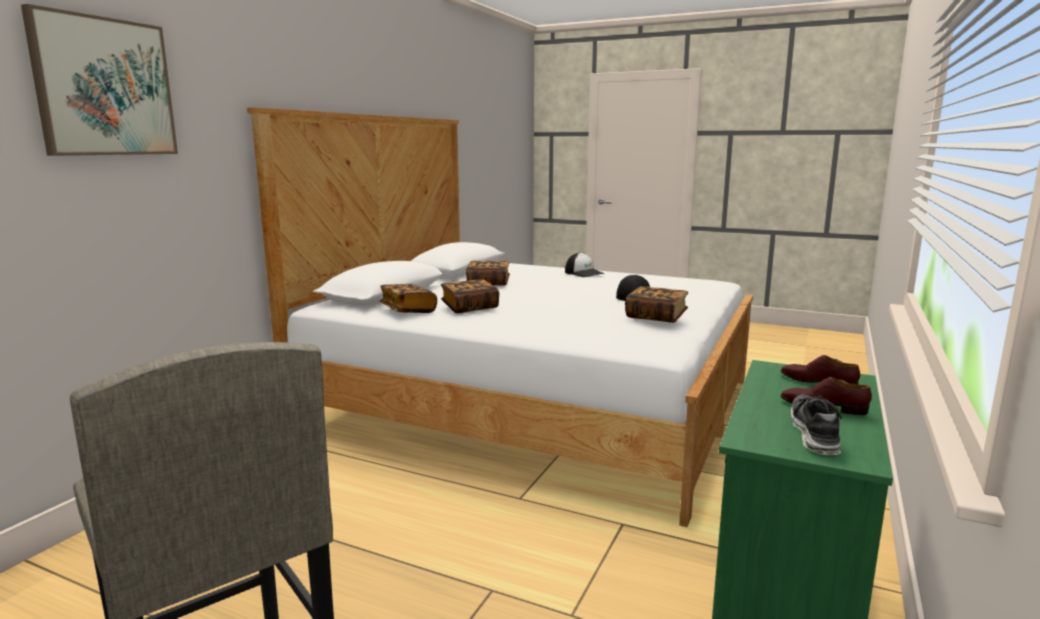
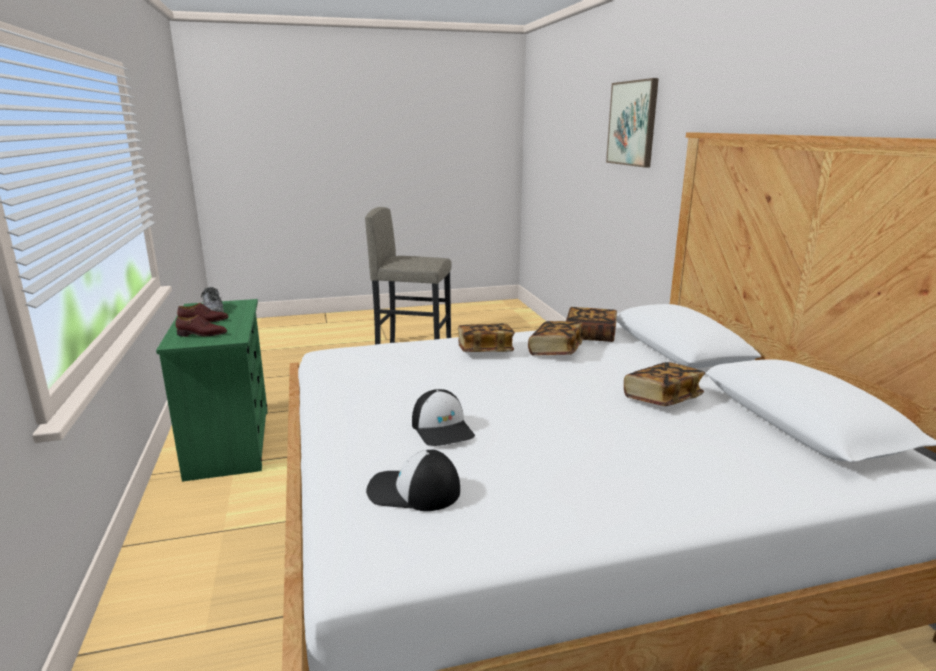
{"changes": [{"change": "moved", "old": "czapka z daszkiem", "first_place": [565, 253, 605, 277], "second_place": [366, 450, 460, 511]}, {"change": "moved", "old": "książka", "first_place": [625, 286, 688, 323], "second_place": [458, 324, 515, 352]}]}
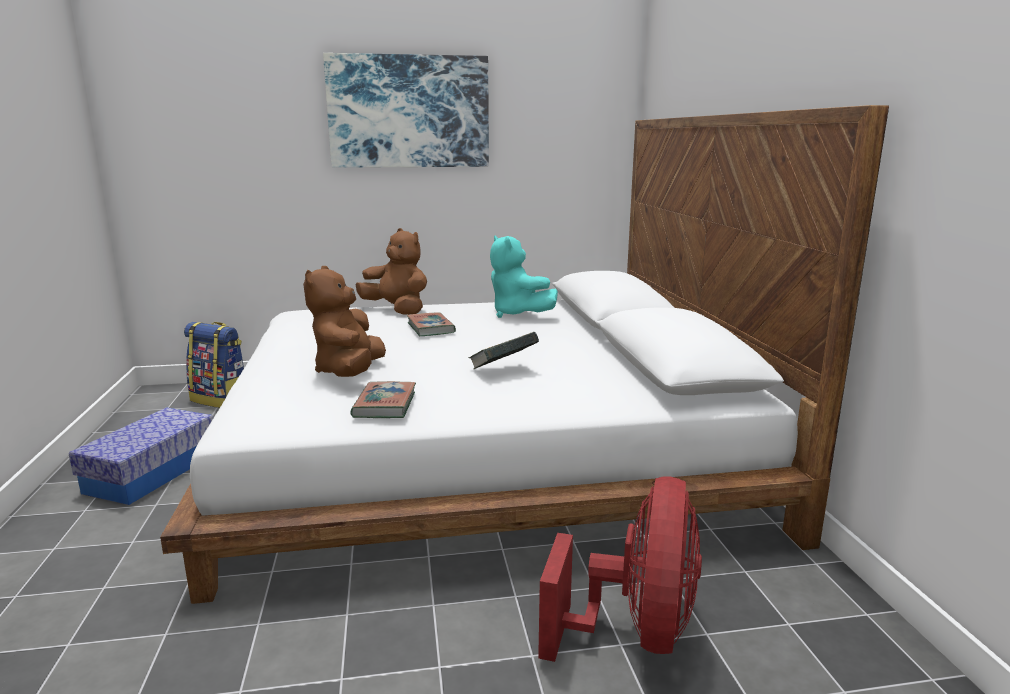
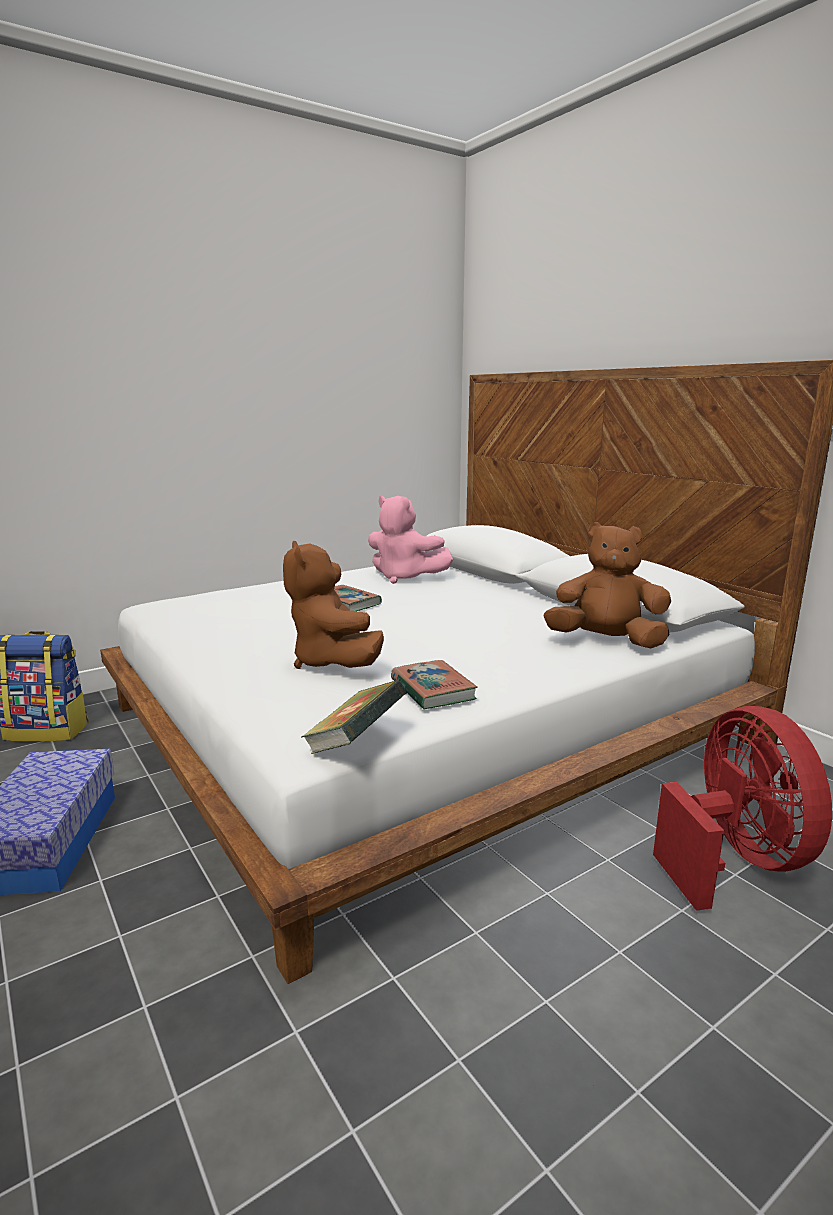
{"changes": [{"change": "moved", "old": "książka", "first_place": [469, 332, 539, 370], "second_place": [301, 680, 407, 754]}, {"change": "recoloured", "old": "pluszak [turkusowy]", "new": "pluszak [różowy]", "first_place": [490, 235, 558, 318], "second_place": [368, 496, 453, 584]}, {"change": "moved", "old": "pluszak [brązowy]", "first_place": [356, 228, 427, 315], "second_place": [544, 522, 671, 648]}, {"change": "removed", "old": "obraz", "first_place": [323, 53, 489, 168]}]}
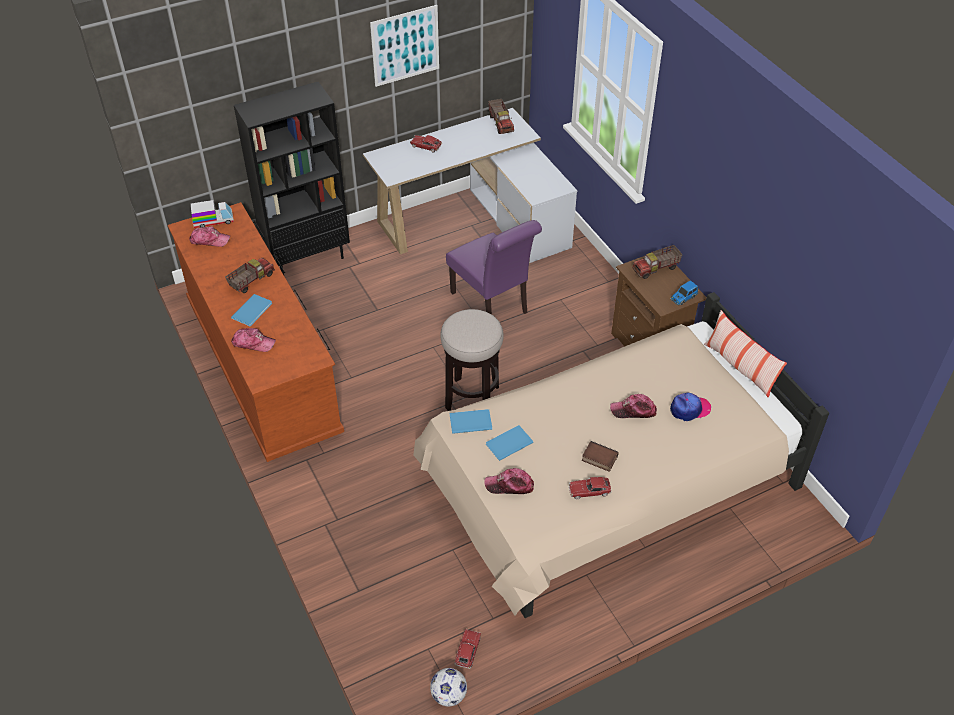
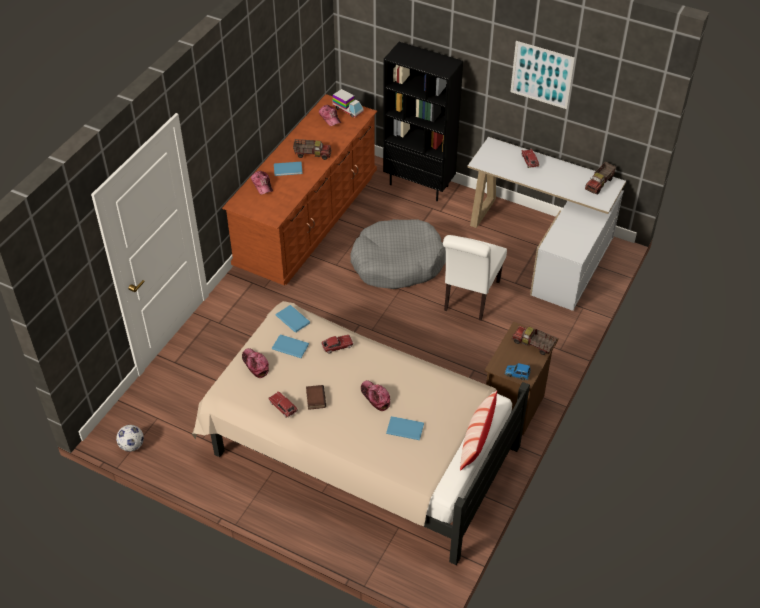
{"changes": [{"change": "moved", "old": "samochodzik", "first_place": [454, 629, 481, 669], "second_place": [321, 335, 354, 354]}, {"change": "added", "new": "legowisko [szary]", "second_place": [350, 219, 446, 289]}, {"change": "replaced", "old": "czapka z daszkiem", "new": "książka [niebieski]", "first_place": [670, 392, 711, 421], "second_place": [386, 416, 424, 440]}, {"change": "recoloured", "old": "krzesło [fioletowy]", "new": "krzesło [biały]", "first_place": [446, 220, 542, 314], "second_place": [443, 235, 507, 321]}, {"change": "removed", "old": "stołek", "first_place": [440, 309, 503, 411]}]}
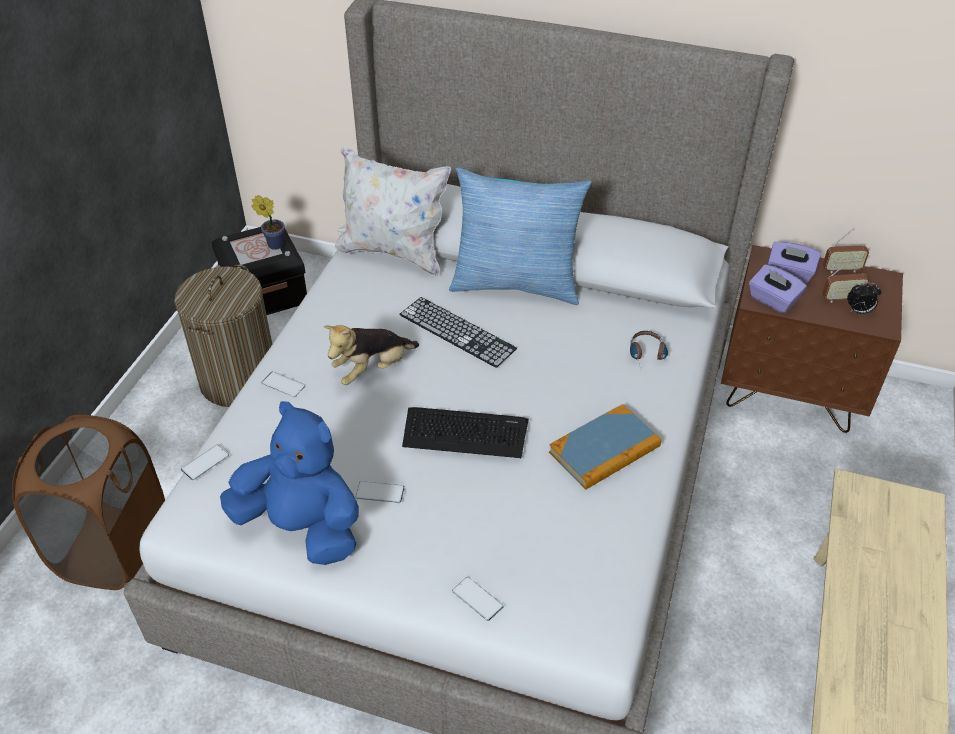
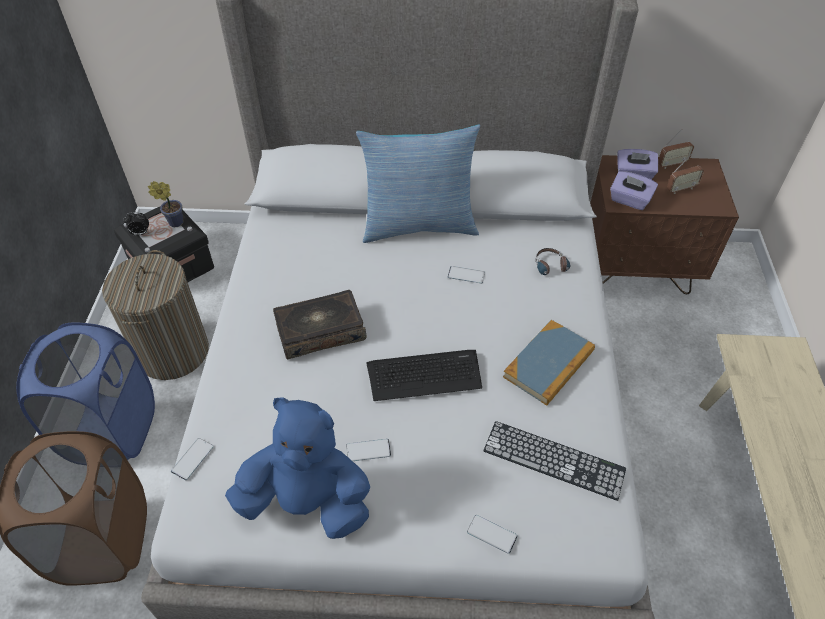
{"changes": [{"change": "added", "new": "kosz na pranie [niebieski]", "second_place": [16, 323, 155, 460]}, {"change": "moved", "old": "budzik", "first_place": [847, 283, 881, 314], "second_place": [123, 212, 149, 236]}, {"change": "replaced", "old": "pluszak", "new": "książka", "first_place": [324, 325, 419, 385], "second_place": [273, 290, 367, 359]}, {"change": "moved", "old": "telefon", "first_place": [261, 371, 306, 397], "second_place": [448, 266, 485, 284]}, {"change": "moved", "old": "klawiatura", "first_place": [399, 297, 517, 368], "second_place": [483, 421, 626, 501]}, {"change": "removed", "old": "poduszka [biały]", "first_place": [335, 145, 451, 277]}]}
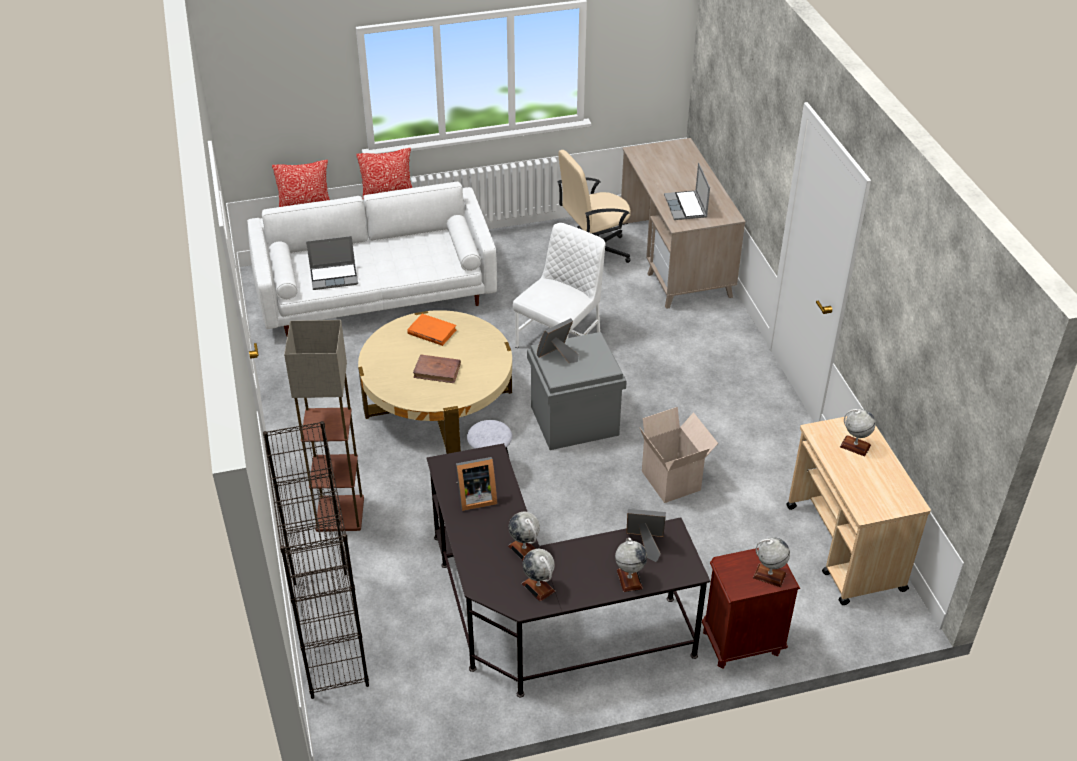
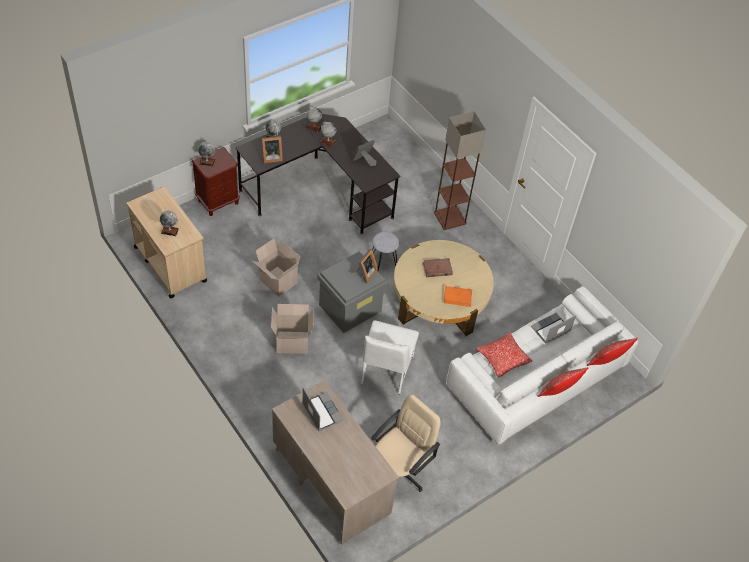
{"changes": [{"change": "added", "new": "karton", "second_place": [271, 304, 314, 354]}, {"change": "added", "new": "poduszka", "second_place": [476, 332, 532, 378]}, {"change": "removed", "old": "regał [czarny]", "first_place": [263, 421, 369, 699]}]}
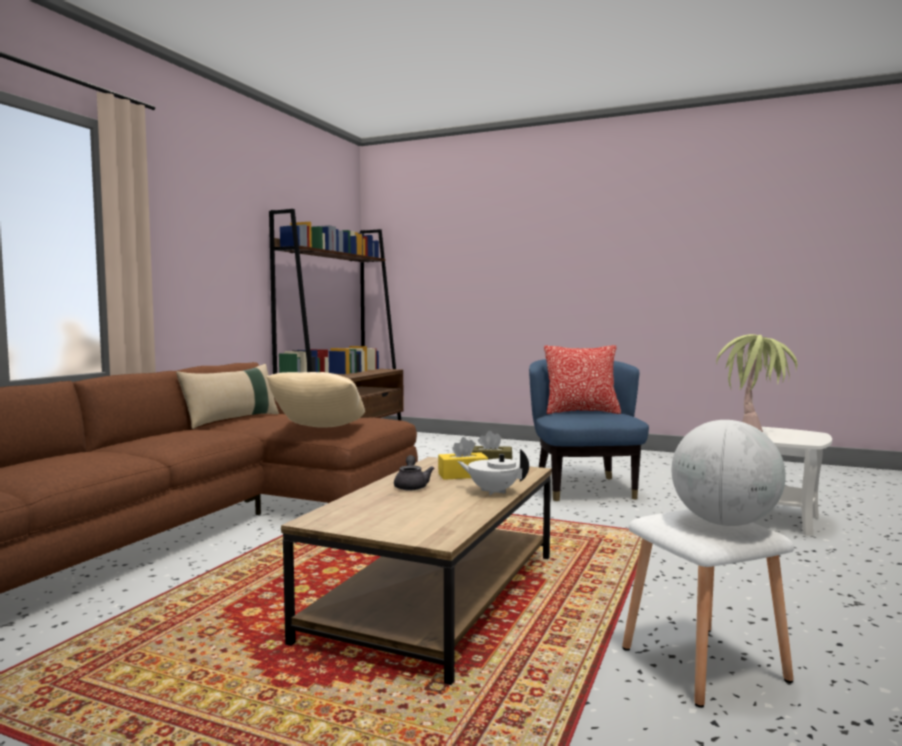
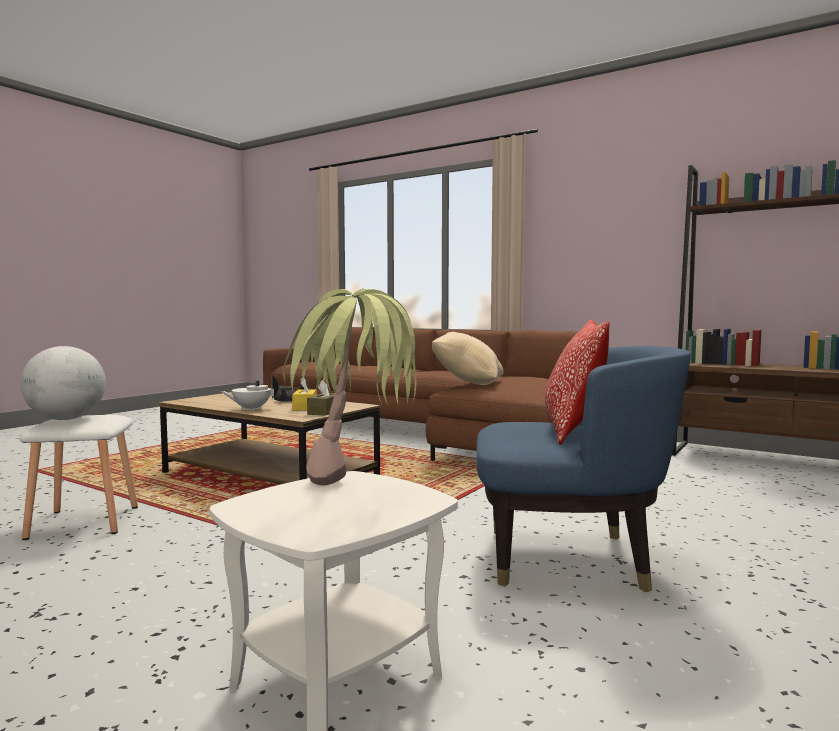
{"changes": [{"change": "turned", "old": "imbryk [biały]", "first_place": [457, 449, 529, 495], "second_place": [220, 375, 278, 411], "degrees": -150}, {"change": "removed", "old": "poduszka [beżowy]", "first_place": [176, 364, 279, 429]}]}
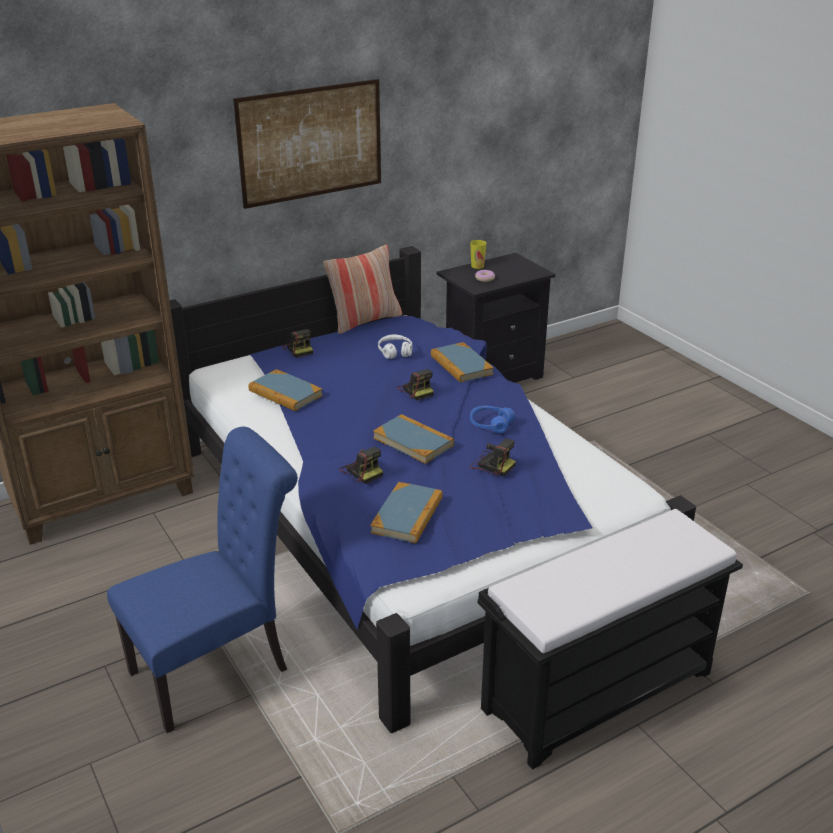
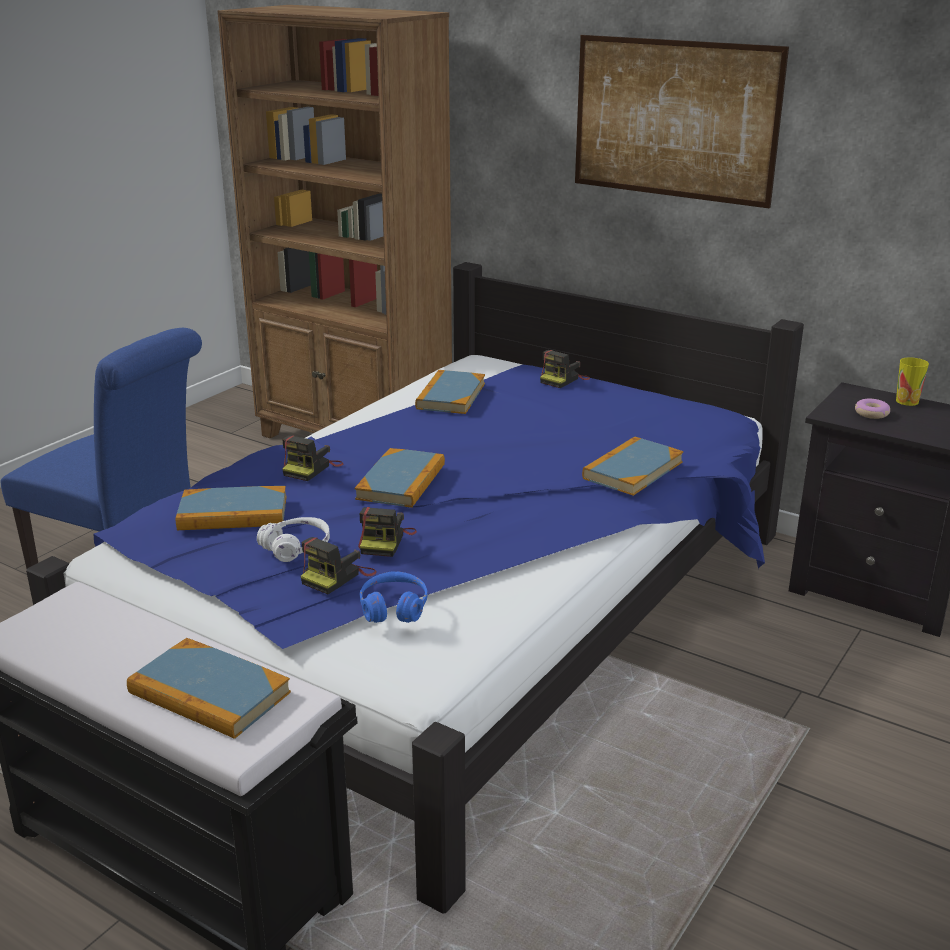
{"changes": [{"change": "added", "new": "książka", "second_place": [127, 638, 291, 739]}, {"change": "moved", "old": "słuchawki [biały]", "first_place": [378, 334, 412, 359], "second_place": [257, 517, 330, 562]}, {"change": "moved", "old": "aparat fotograficzny", "first_place": [397, 369, 434, 400], "second_place": [301, 537, 377, 594]}, {"change": "moved", "old": "słuchawki [niebieski]", "first_place": [470, 406, 515, 433], "second_place": [360, 571, 427, 623]}, {"change": "removed", "old": "poduszka", "first_place": [323, 245, 402, 334]}]}
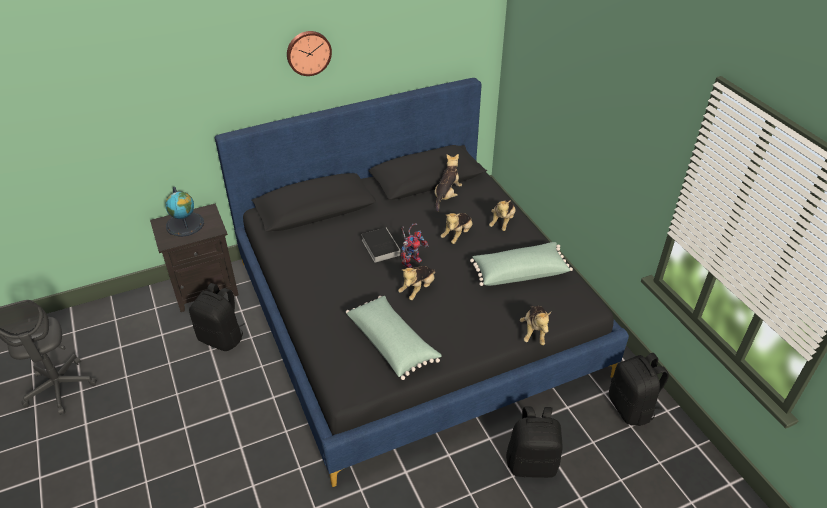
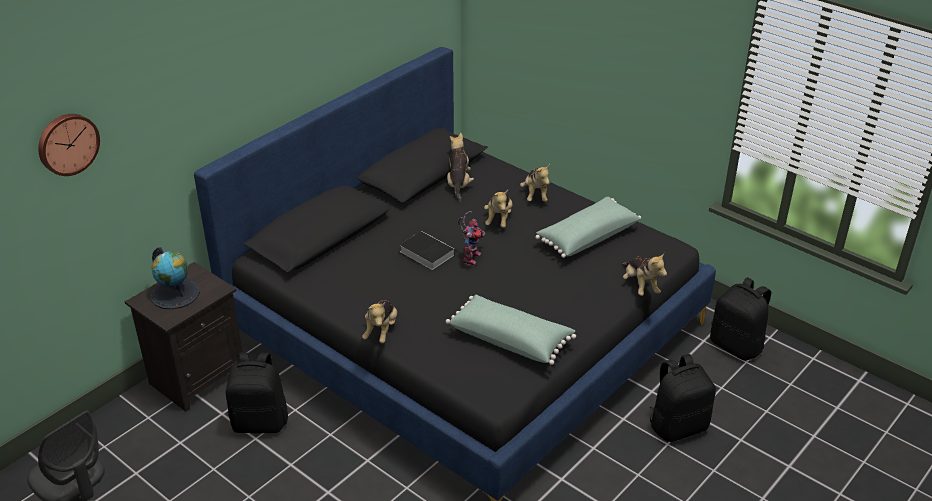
{"changes": [{"change": "moved", "old": "zegar ścienny", "first_place": [287, 31, 332, 76], "second_place": [38, 114, 100, 176]}, {"change": "moved", "old": "pluszak", "first_place": [398, 266, 436, 300], "second_place": [362, 300, 397, 343]}]}
